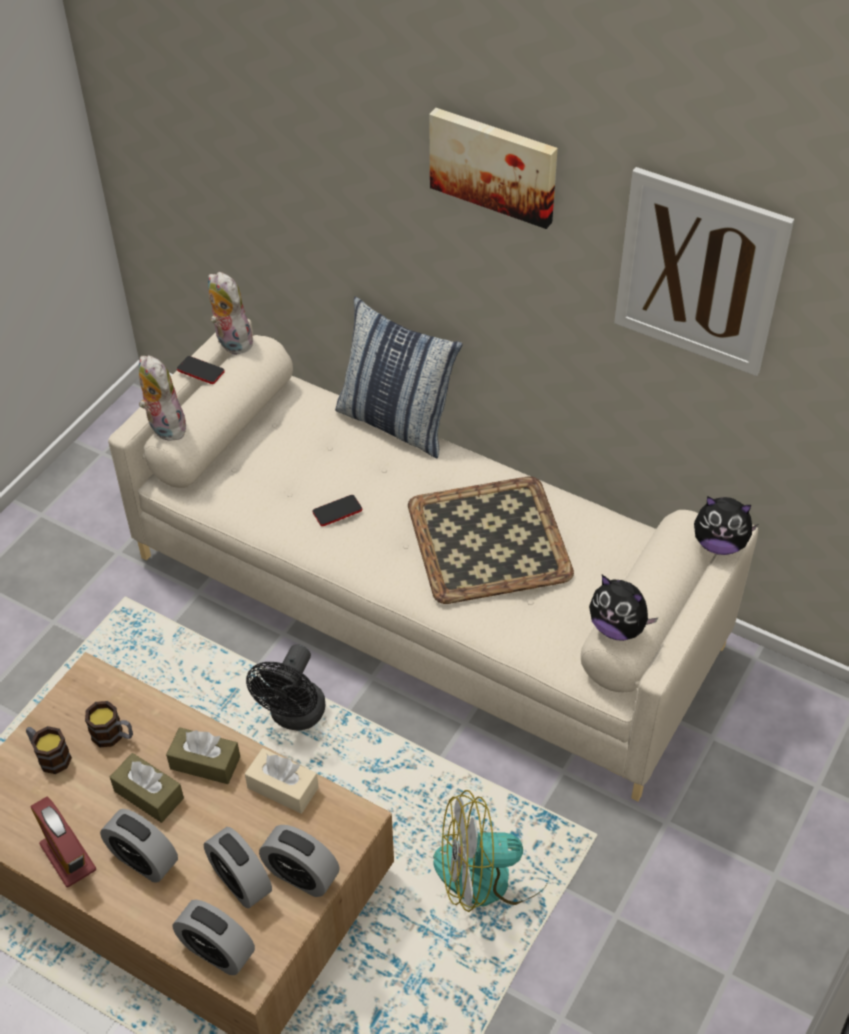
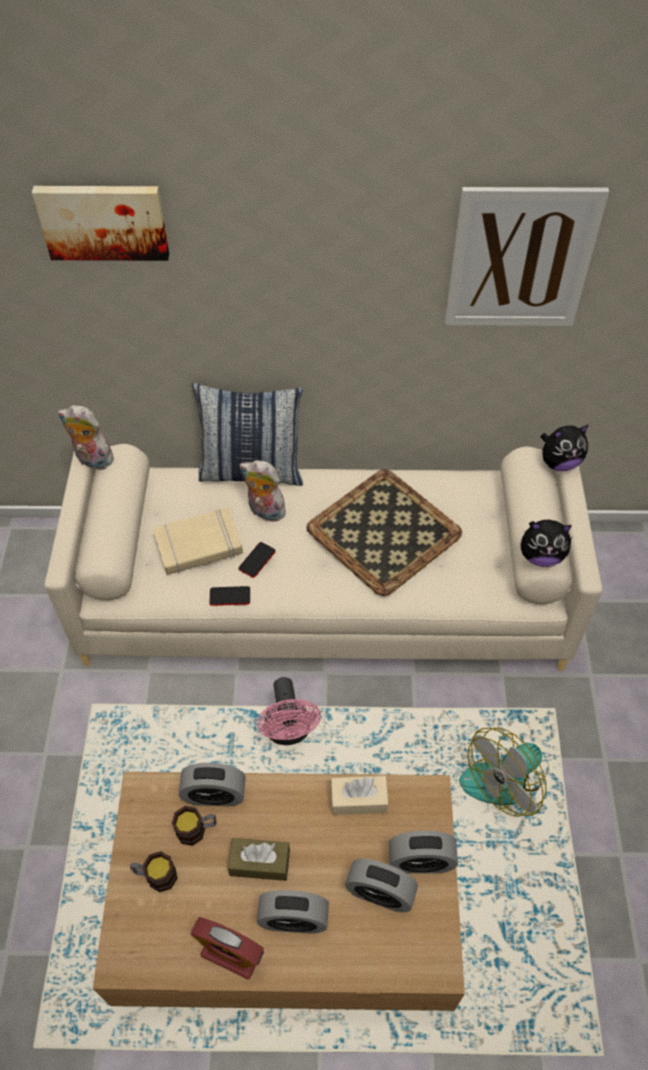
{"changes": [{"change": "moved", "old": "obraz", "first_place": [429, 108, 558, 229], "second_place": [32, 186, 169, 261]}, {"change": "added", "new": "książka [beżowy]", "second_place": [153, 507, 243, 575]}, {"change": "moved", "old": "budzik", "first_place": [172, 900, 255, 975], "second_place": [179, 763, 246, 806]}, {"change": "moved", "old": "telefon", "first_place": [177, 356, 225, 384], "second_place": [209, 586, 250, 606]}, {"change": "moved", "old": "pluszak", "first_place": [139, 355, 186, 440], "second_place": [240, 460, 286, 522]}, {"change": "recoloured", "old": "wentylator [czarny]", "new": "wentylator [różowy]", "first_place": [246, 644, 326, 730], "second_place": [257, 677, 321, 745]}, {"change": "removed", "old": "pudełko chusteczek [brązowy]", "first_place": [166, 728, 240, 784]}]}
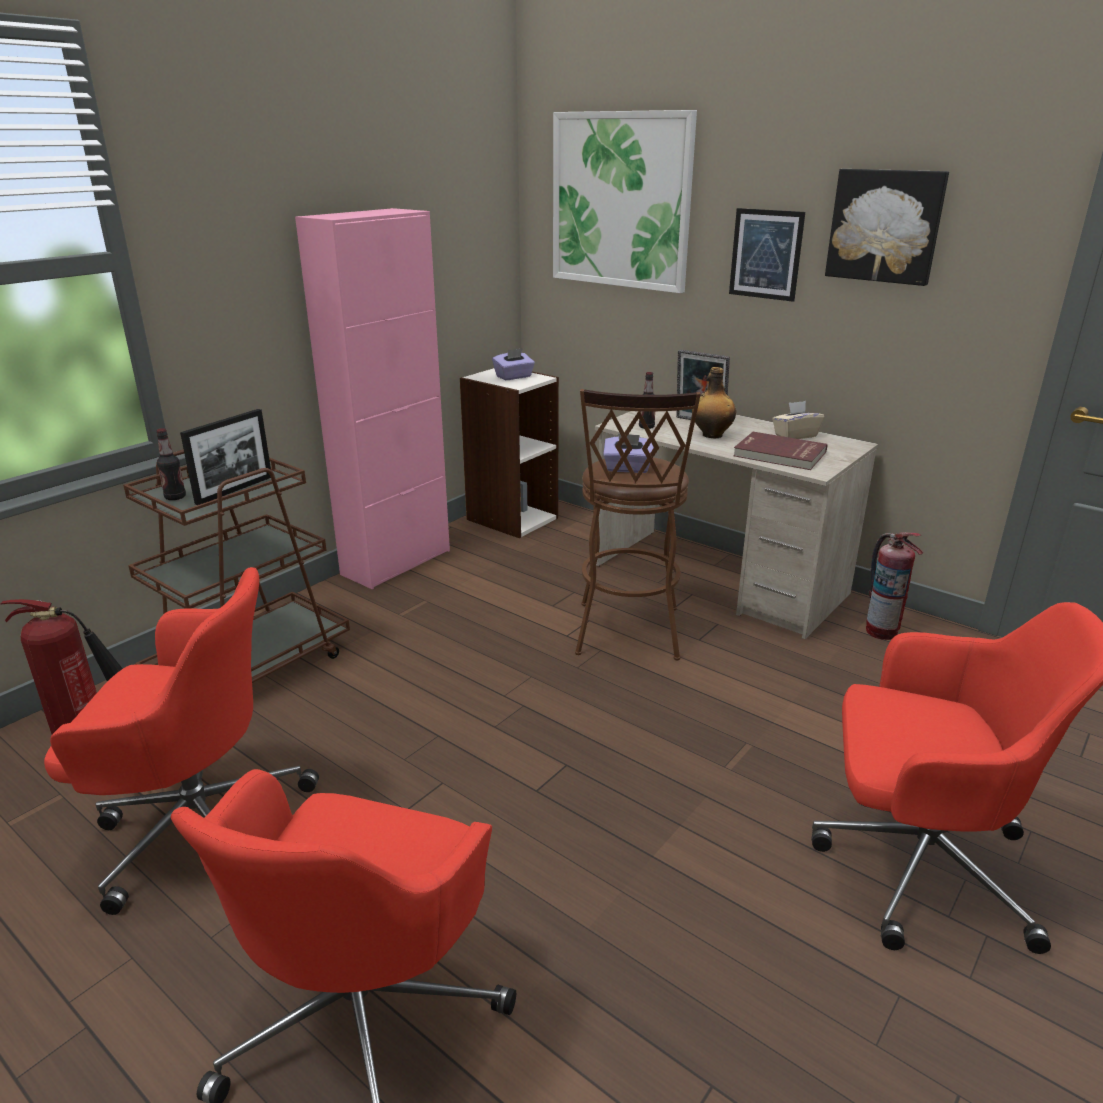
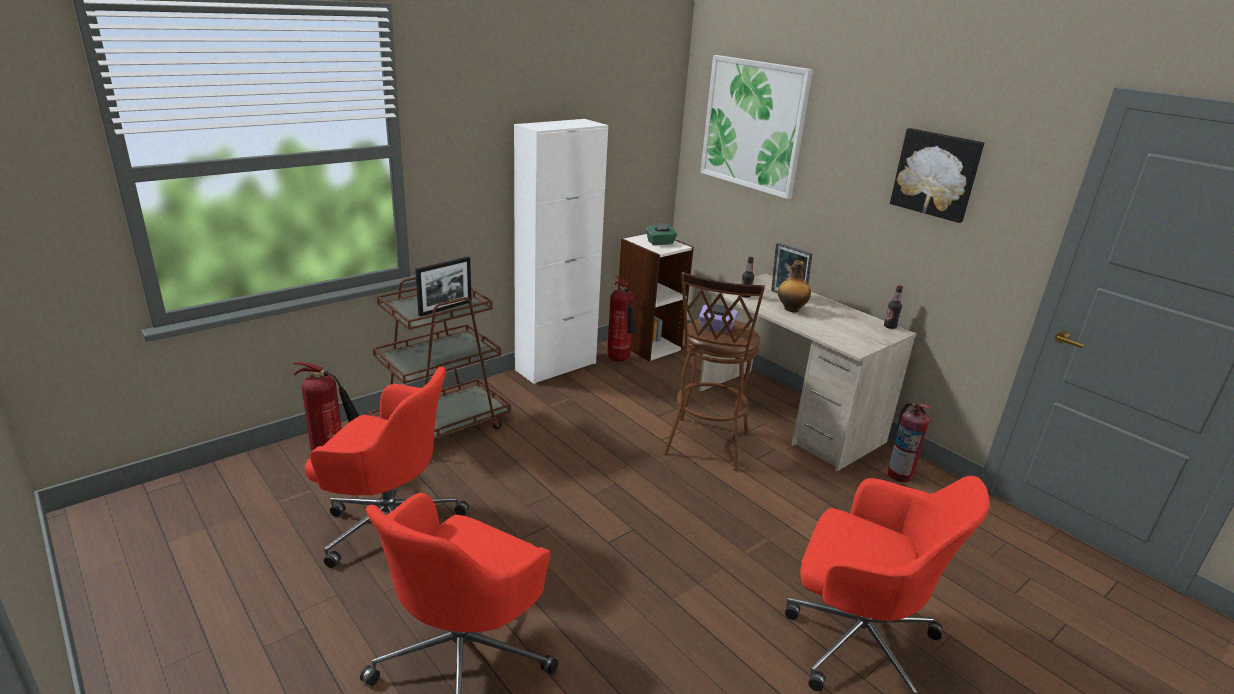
{"changes": [{"change": "recoloured", "old": "szafka [różowy]", "new": "szafka [biały]", "first_place": [295, 208, 450, 589], "second_place": [514, 119, 608, 384]}, {"change": "added", "new": "gaśnica", "second_place": [607, 275, 636, 361]}, {"change": "recoloured", "old": "pudełko chusteczek [fioletowy]", "new": "pudełko chusteczek [zielony]", "first_place": [492, 348, 535, 380], "second_place": [646, 223, 677, 245]}, {"change": "moved", "old": "butelka", "first_place": [156, 428, 186, 500], "second_place": [884, 285, 903, 329]}, {"change": "removed", "old": "obraz", "first_place": [729, 208, 805, 302]}, {"change": "removed", "old": "książka [czerwony]", "first_place": [733, 432, 827, 470]}, {"change": "removed", "old": "pudełko chusteczek [beżowy]", "first_place": [772, 401, 824, 439]}]}
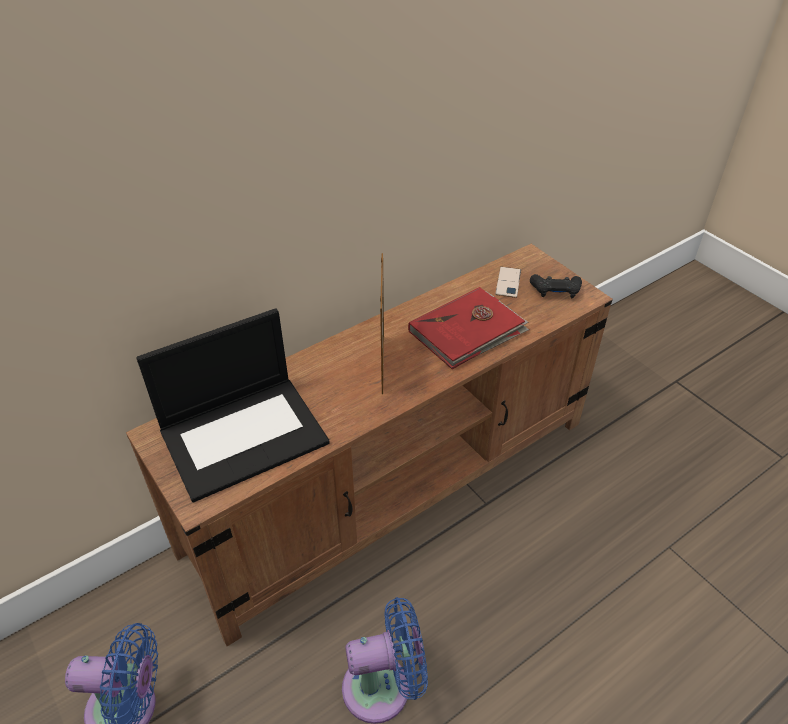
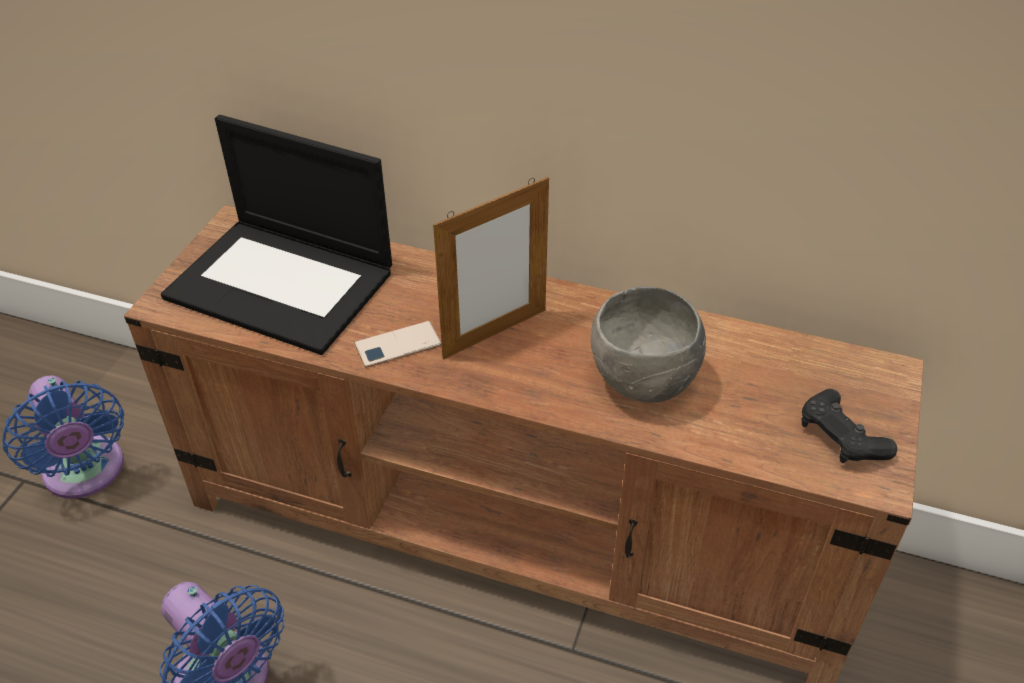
{"changes": [{"change": "moved", "old": "telefon", "first_place": [495, 267, 521, 298], "second_place": [354, 321, 442, 368]}, {"change": "replaced", "old": "książka [czerwony]", "new": "miska [szary]", "first_place": [408, 287, 529, 369], "second_place": [591, 286, 706, 402]}]}
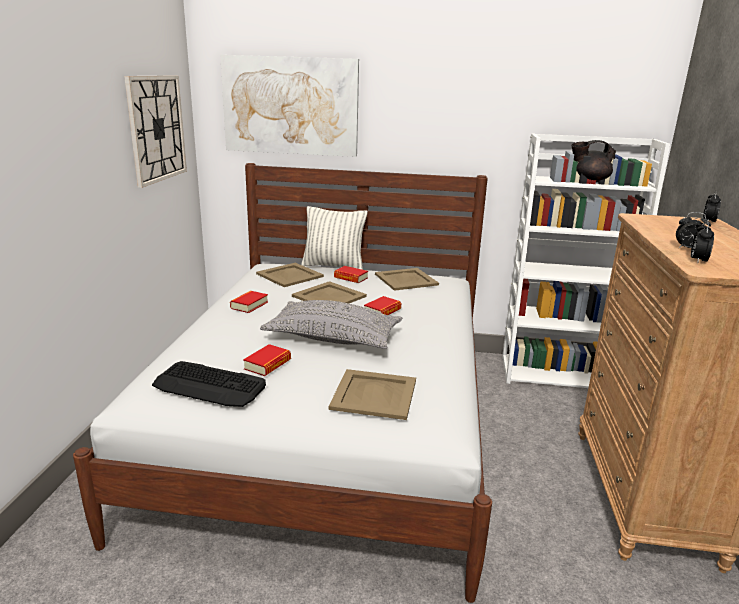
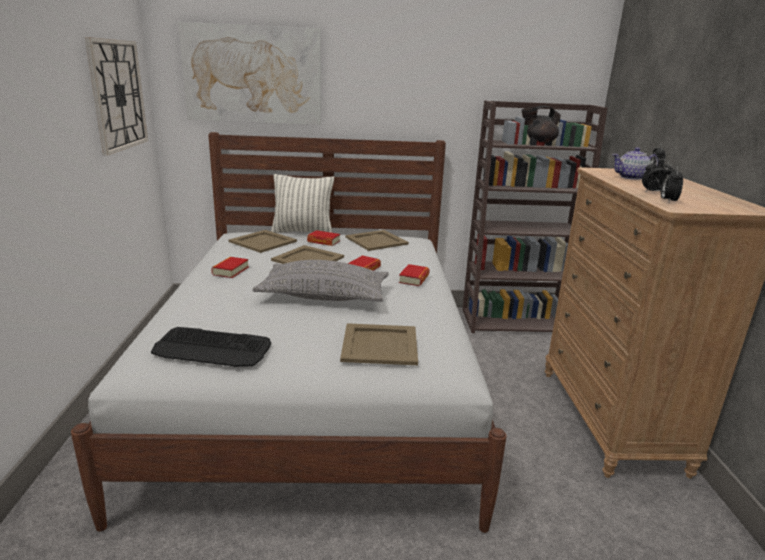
{"changes": [{"change": "moved", "old": "książka", "first_place": [243, 344, 291, 376], "second_place": [399, 264, 430, 286]}, {"change": "recoloured", "old": "regał [biały]", "new": "regał [brązowy]", "first_place": [502, 133, 670, 388], "second_place": [462, 101, 608, 333]}, {"change": "added", "new": "imbryk", "second_place": [612, 148, 658, 180]}]}
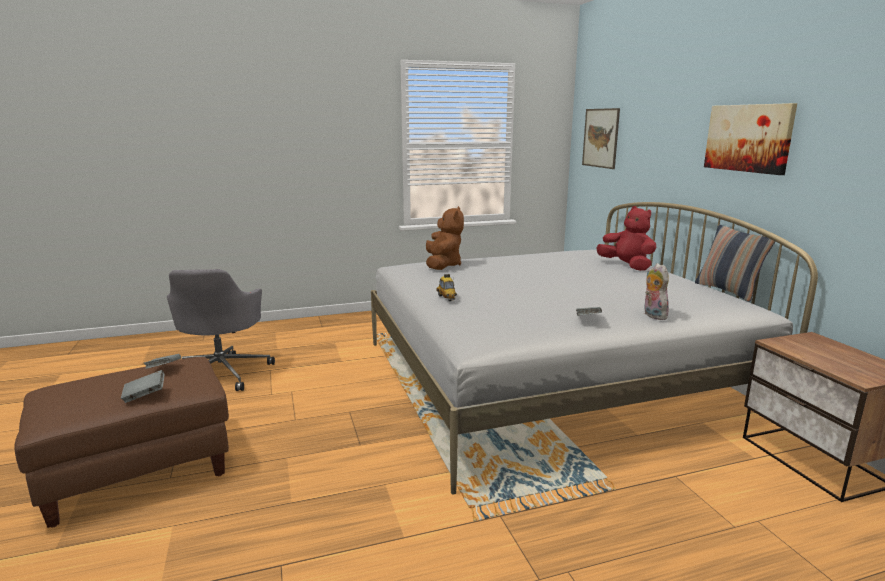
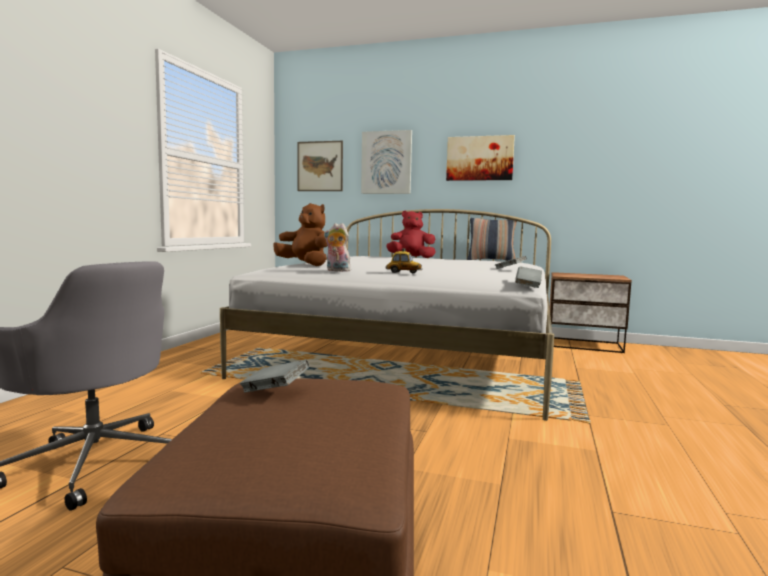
{"changes": [{"change": "moved", "old": "pluszak", "first_place": [644, 263, 670, 320], "second_place": [324, 223, 351, 272]}, {"change": "added", "new": "obraz", "second_place": [361, 130, 412, 194]}, {"change": "moved", "old": "książka [szary]", "first_place": [121, 370, 164, 403], "second_place": [515, 266, 542, 288]}]}
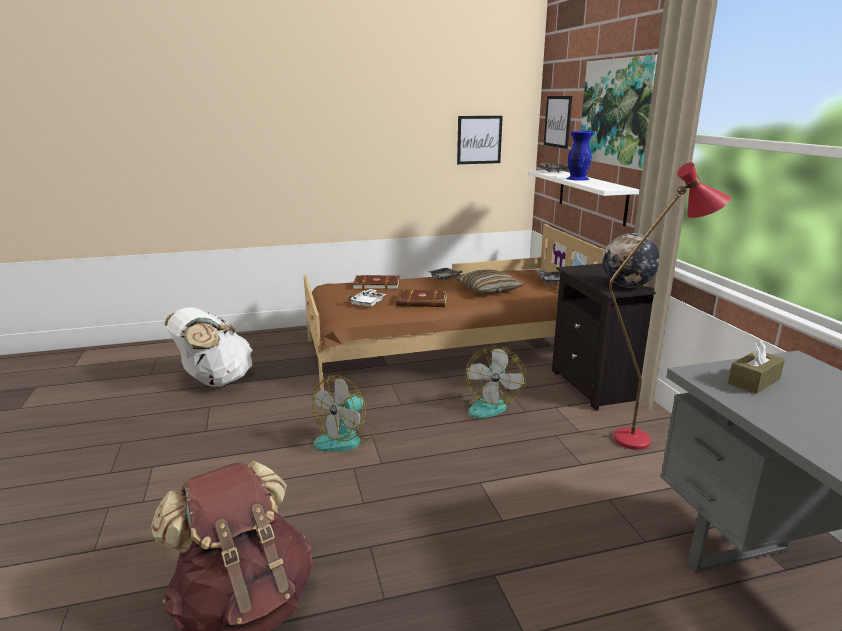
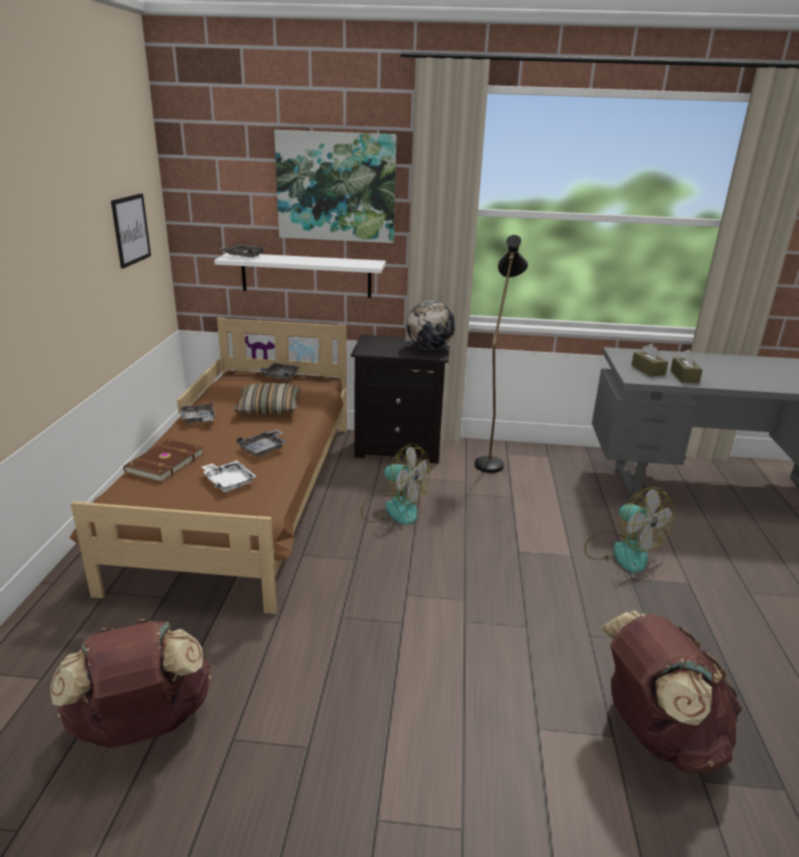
{"changes": [{"change": "recoloured", "old": "plecak [biały]", "new": "plecak [brązowy]", "first_place": [164, 308, 253, 387], "second_place": [50, 619, 212, 748]}, {"change": "replaced", "old": "książka [brązowy]", "new": "taca [szary]", "first_place": [396, 289, 447, 307], "second_place": [237, 429, 286, 457]}, {"change": "recoloured", "old": "lampa stojąca [czerwony]", "new": "lampa stojąca [czarny]", "first_place": [609, 162, 730, 450], "second_place": [475, 235, 528, 473]}, {"change": "moved", "old": "wentylator", "first_place": [312, 375, 376, 452], "second_place": [584, 487, 674, 573]}, {"change": "added", "new": "pudełko chusteczek [brązowy]", "second_place": [670, 349, 703, 383]}, {"change": "removed", "old": "obraz", "first_place": [544, 96, 572, 149]}, {"change": "removed", "old": "wazon [niebieski]", "first_place": [566, 131, 594, 181]}]}
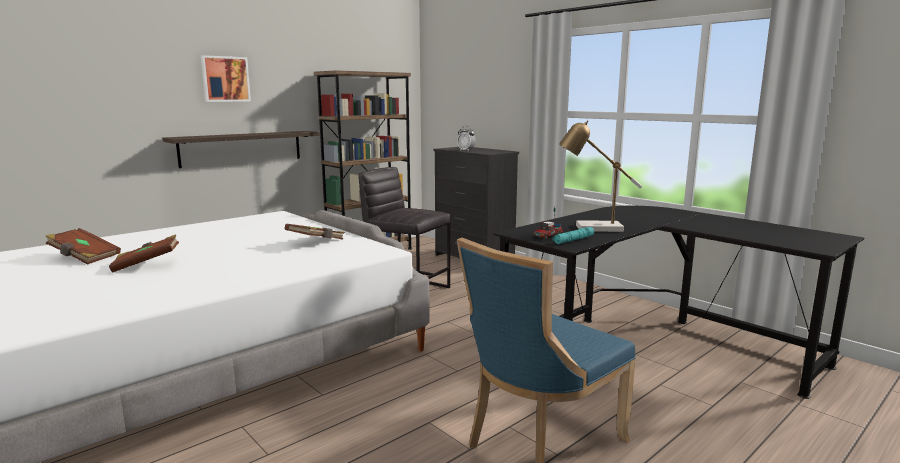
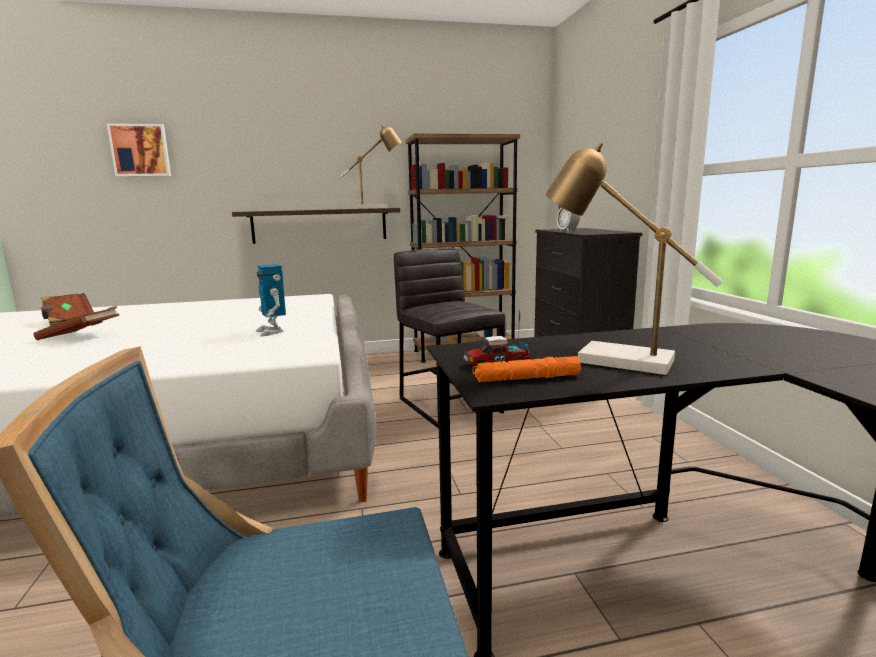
{"changes": [{"change": "moved", "old": "obraz", "first_place": [201, 55, 251, 102], "second_place": [107, 123, 171, 177]}, {"change": "replaced", "old": "książka [brązowy]", "new": "robot zabawkowy", "first_place": [285, 224, 345, 240], "second_place": [256, 264, 286, 337]}, {"change": "added", "new": "lampa stołowa", "second_place": [341, 125, 402, 209]}, {"change": "recoloured", "old": "latarka [turkusowy]", "new": "latarka [pomarańczowy]", "first_place": [552, 227, 594, 244], "second_place": [472, 356, 581, 382]}]}
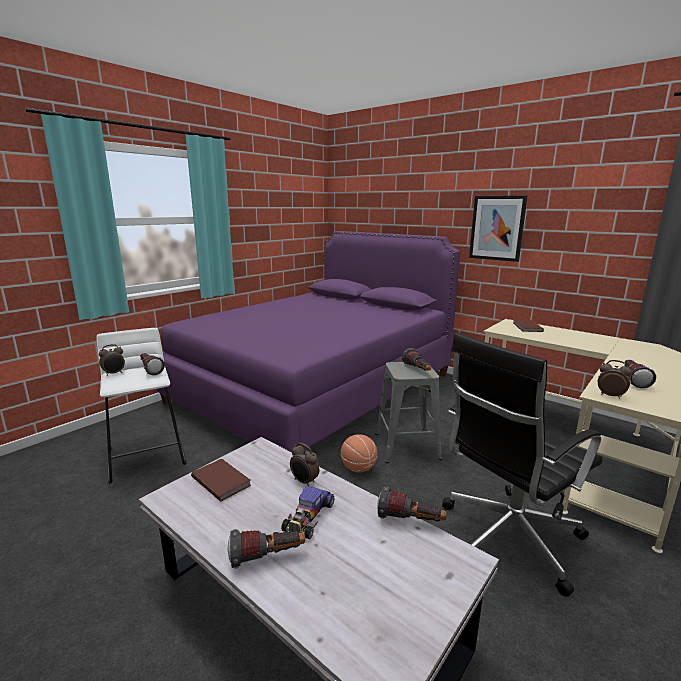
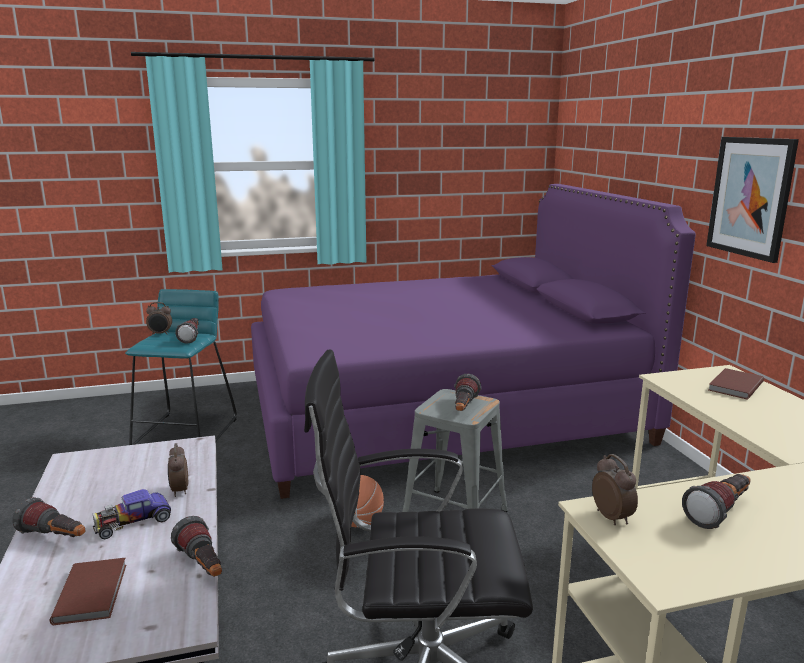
{"changes": [{"change": "moved", "old": "książka [brązowy]", "first_place": [191, 459, 251, 502], "second_place": [50, 558, 126, 625]}, {"change": "recoloured", "old": "stołek [biały]", "new": "stołek [turkusowy]", "first_place": [96, 328, 186, 484], "second_place": [125, 289, 237, 445]}]}
